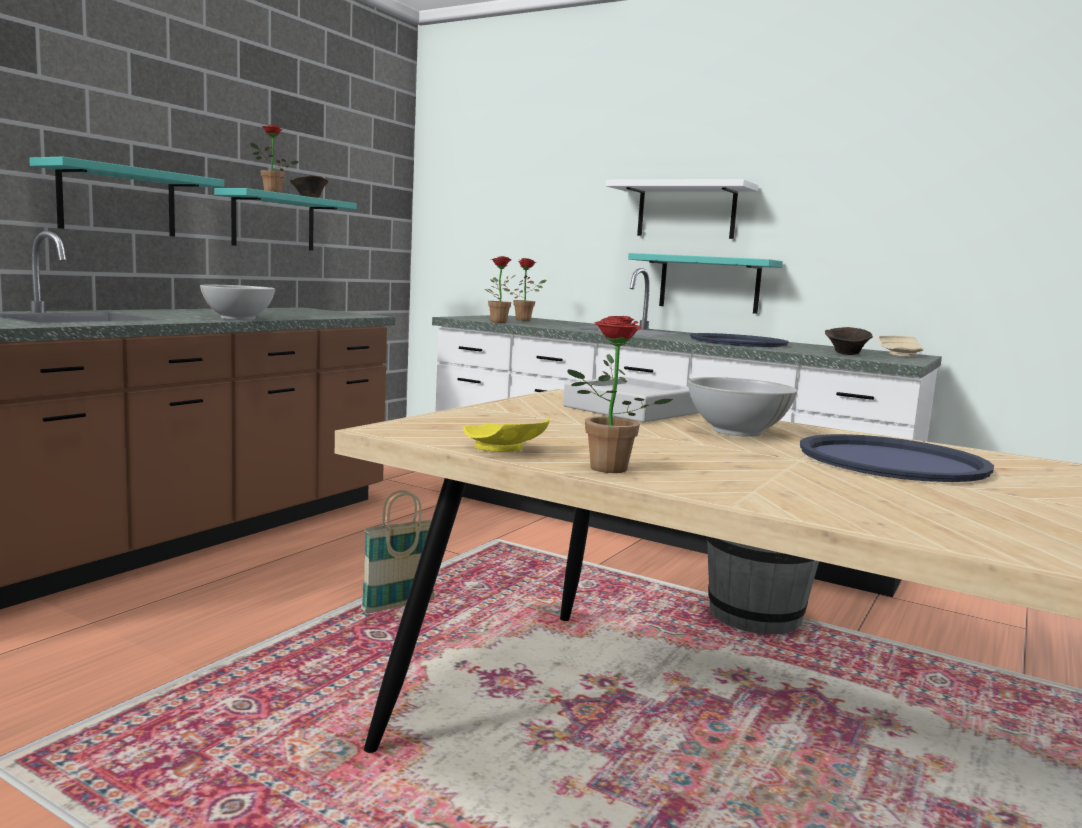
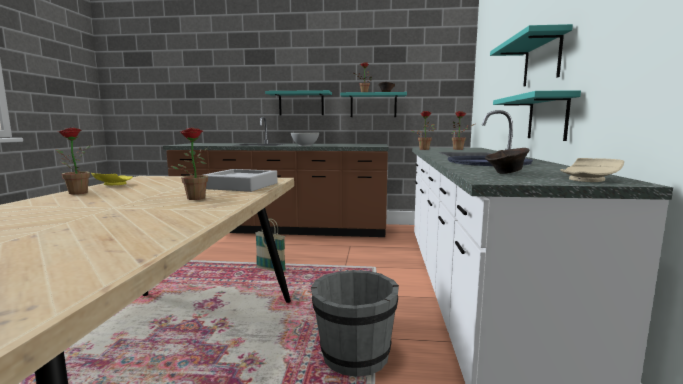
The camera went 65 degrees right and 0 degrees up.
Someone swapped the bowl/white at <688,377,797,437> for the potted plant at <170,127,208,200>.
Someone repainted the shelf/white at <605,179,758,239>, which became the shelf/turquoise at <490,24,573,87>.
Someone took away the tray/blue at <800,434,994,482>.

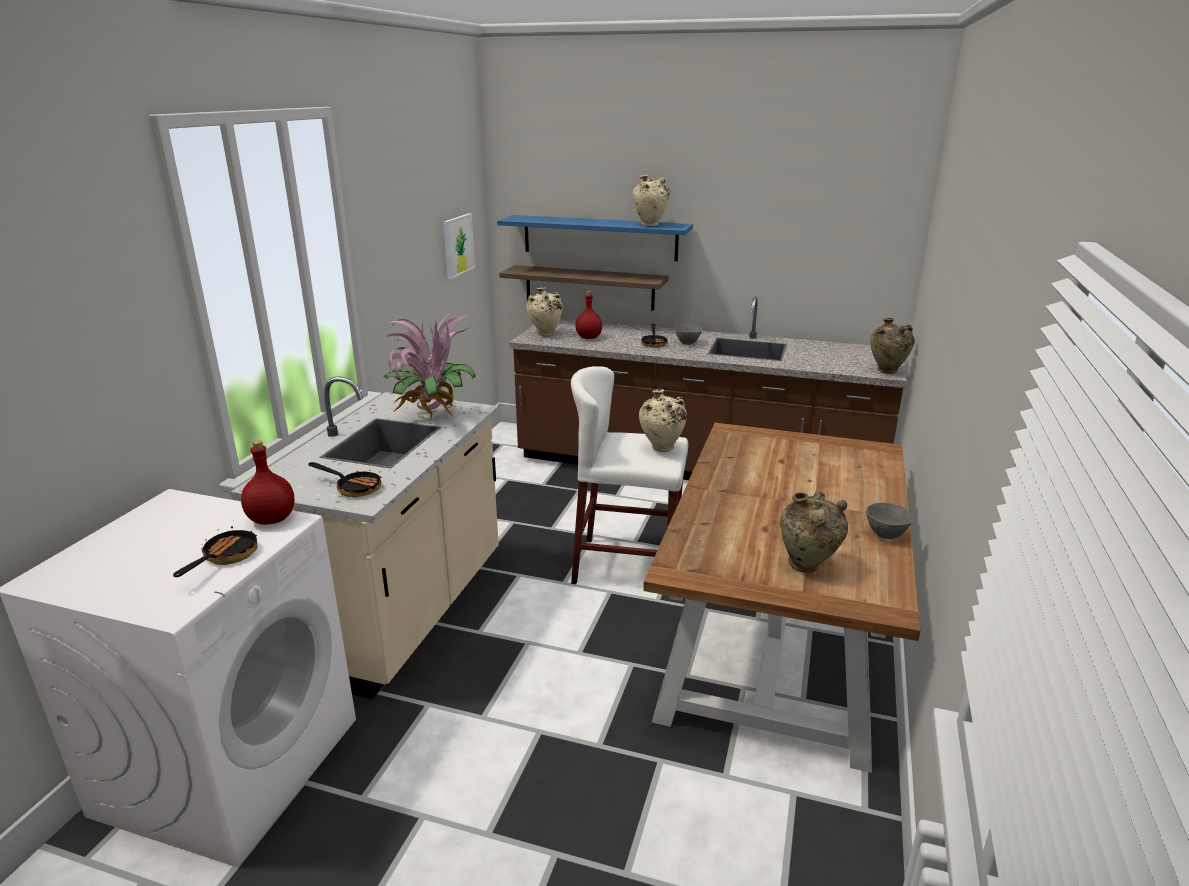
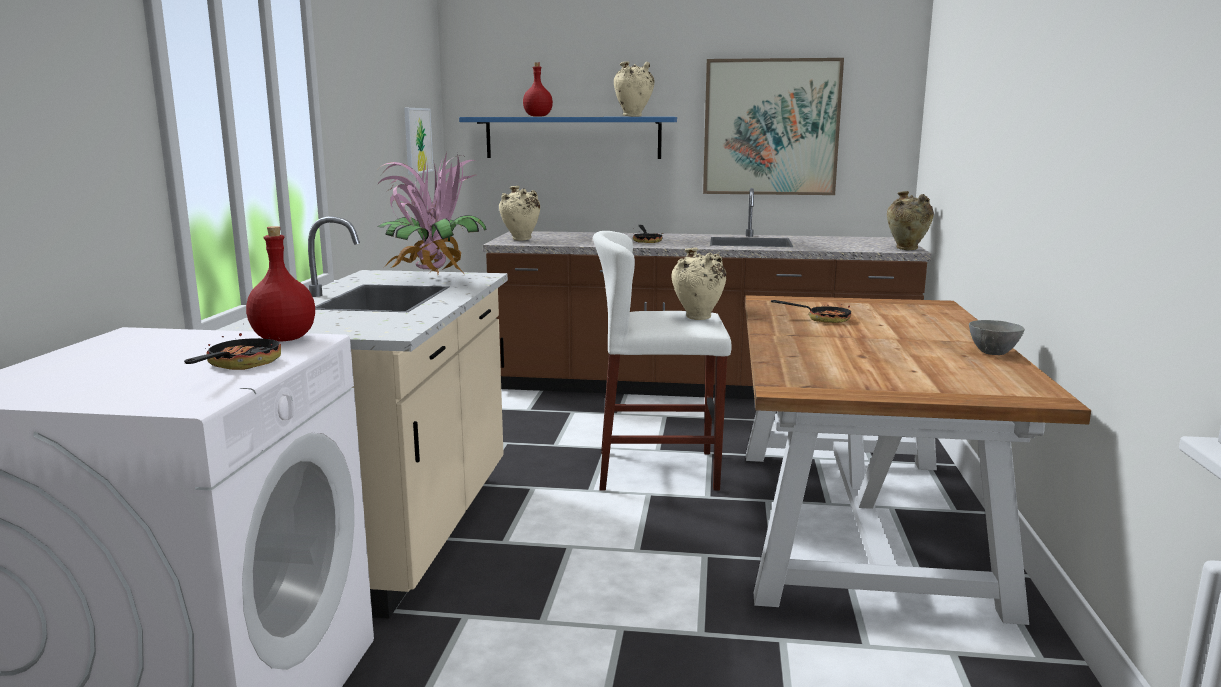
The camera went 10 degrees left and 10 degrees down.
Someone carried the bottle/red from <575,291,602,339> to <523,62,553,117>.
Someone put up the picture at <703,58,844,195>.
Someone carried the frying pan from <308,462,381,497> to <771,300,851,323>.
Someone took away the shelf at <499,265,669,311>.
Someone took away the bowl/grey at <675,324,702,345>.
Someone took away the vase/beige at <780,491,848,573>.

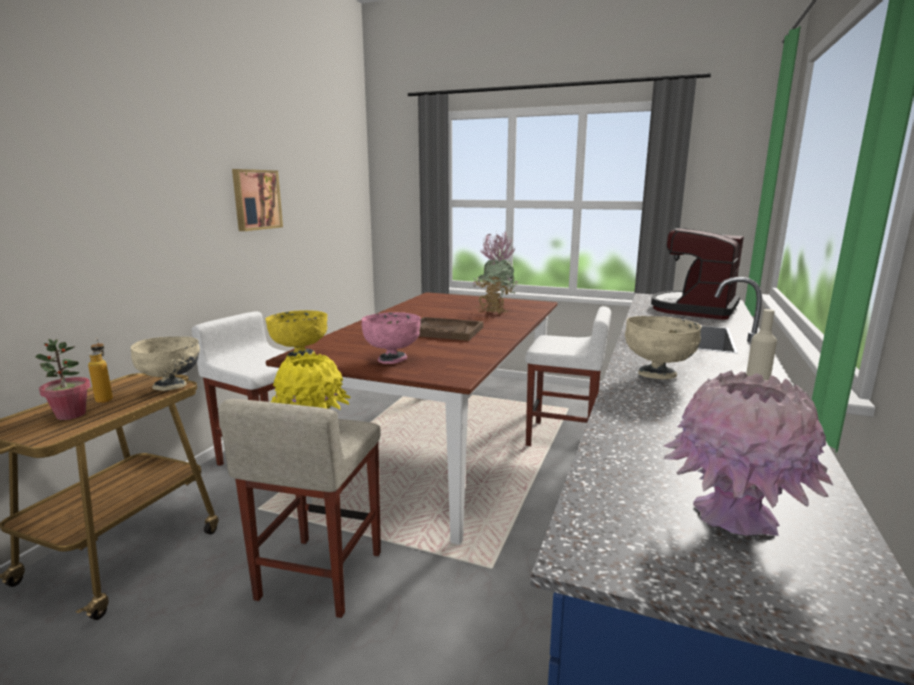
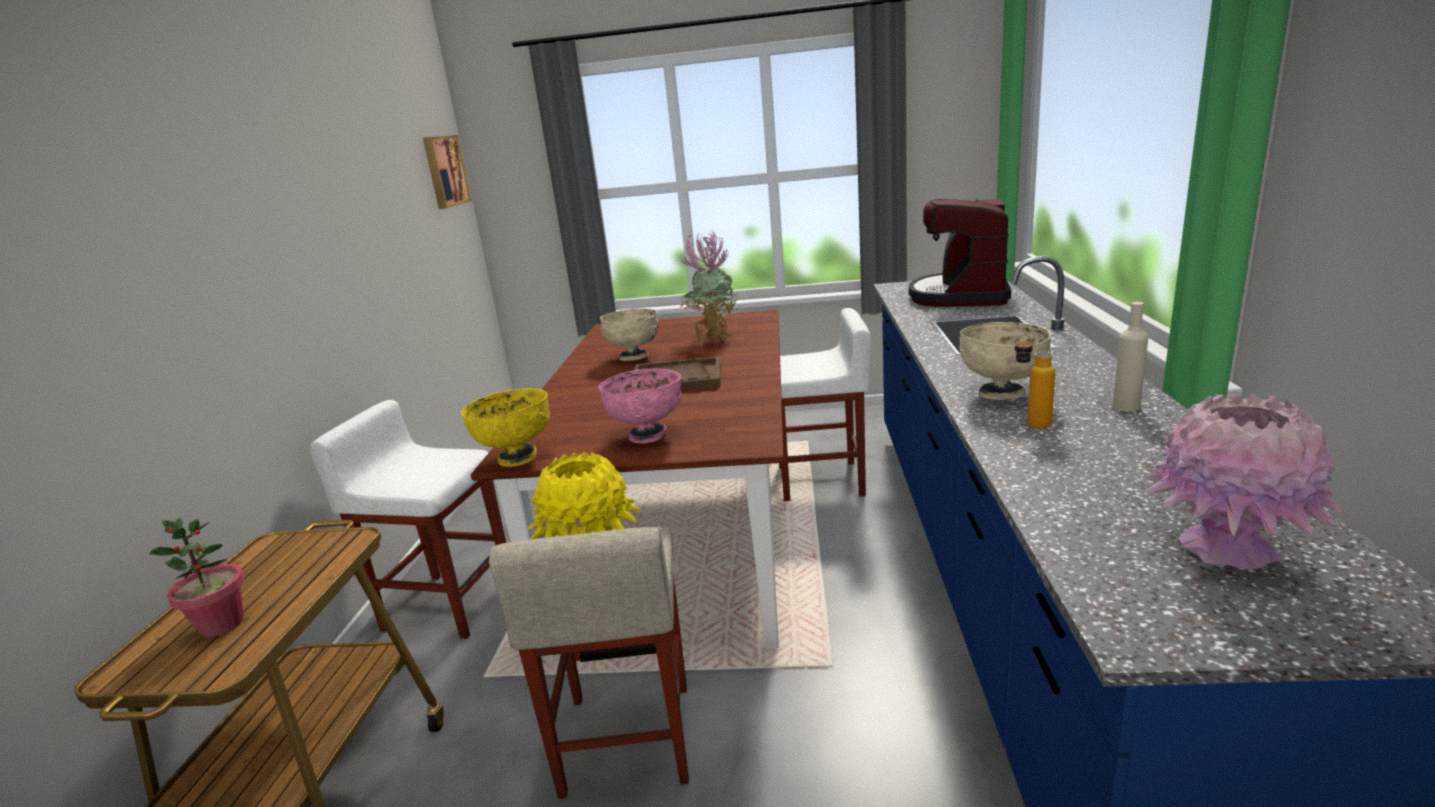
The camera went 15 degrees left and 5 degrees up.
Someone carried the picture from <232,169,283,231> to <423,135,472,209>.
Someone carried the bowl/beige from <130,336,200,391> to <600,309,659,361>.
Someone carried the bottle from <88,338,113,403> to <1015,334,1055,428>.

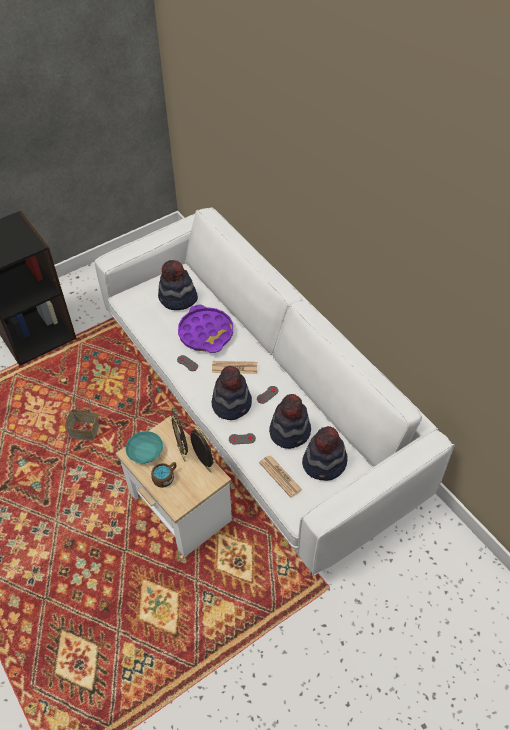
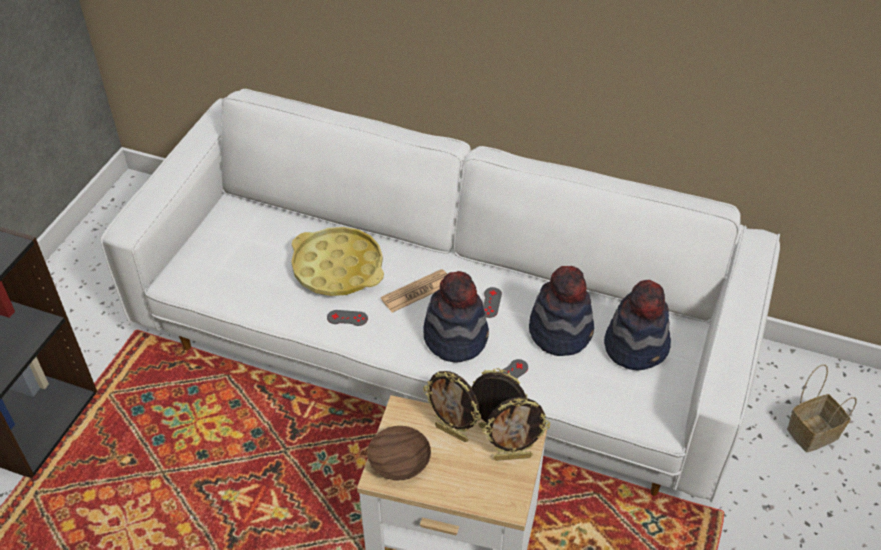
The camera went 35 degrees left and 5 degrees down.
Someone repainted the tray/purple at <178,305,233,353>, which became the tray/yellow at <291,227,384,296>.
Someone repainted the bowl/turquoise at <125,431,163,464>, which became the bowl/brown at <367,426,431,480>.
Someone put down the picture frame at <482,397,550,461>.
Someone carried the basket from <65,390,99,441> to <787,364,857,452>.
Someone took away the mug/brown at <151,462,176,488>.
Someone took away the hat at <158,260,198,310>.
Someone took away the newspaper at <259,455,302,498>.

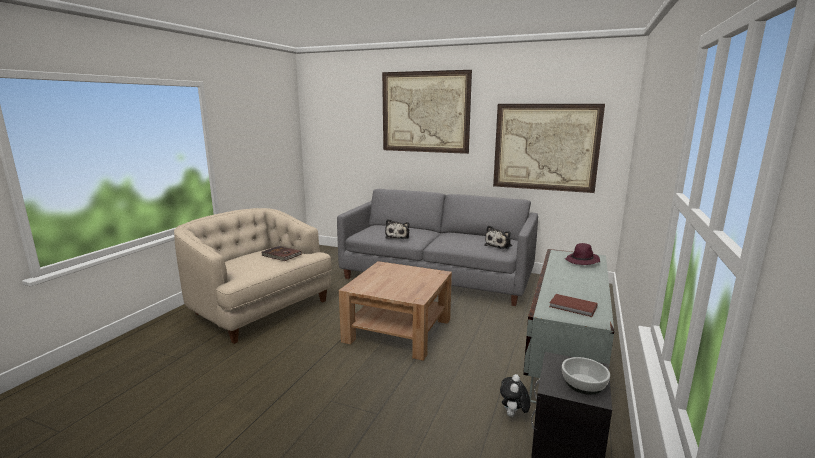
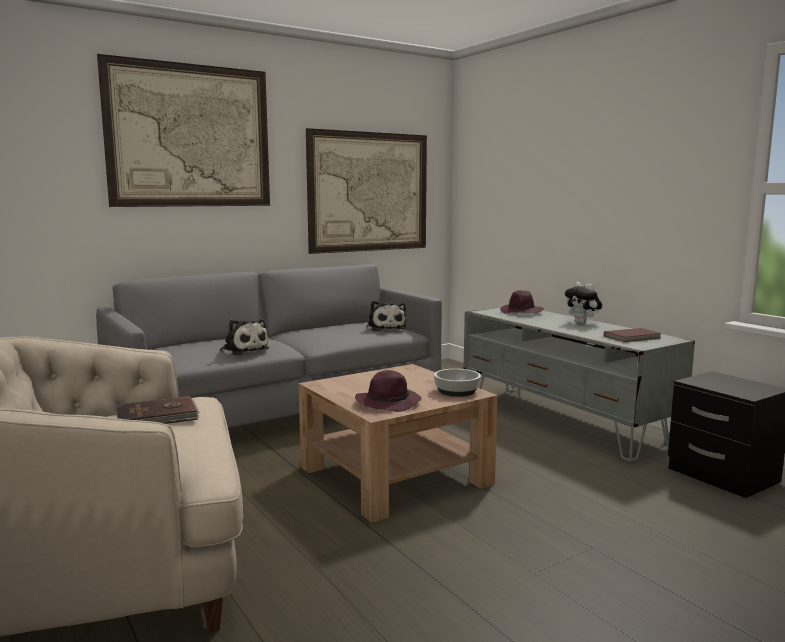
The camera went 55 degrees left and 5 degrees down.
Someone put down the hat/purple at <355,370,421,412>.
Someone carried the bowl from <562,357,610,395> to <434,369,481,397>.
Someone carried the plush toy from <500,374,530,417> to <565,282,602,324>.

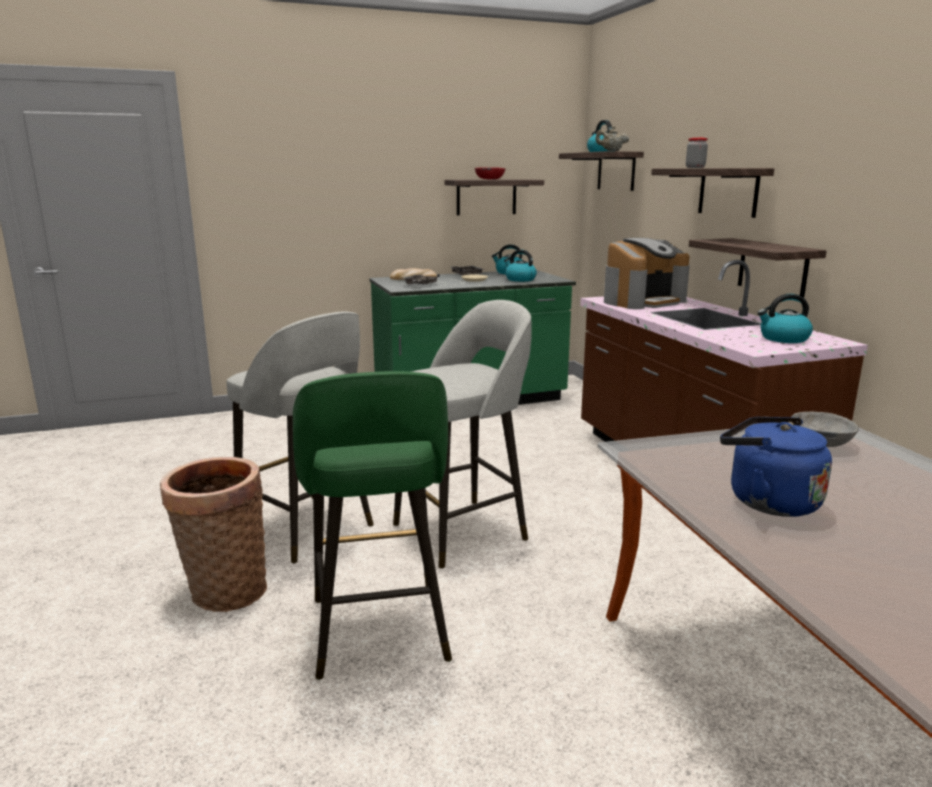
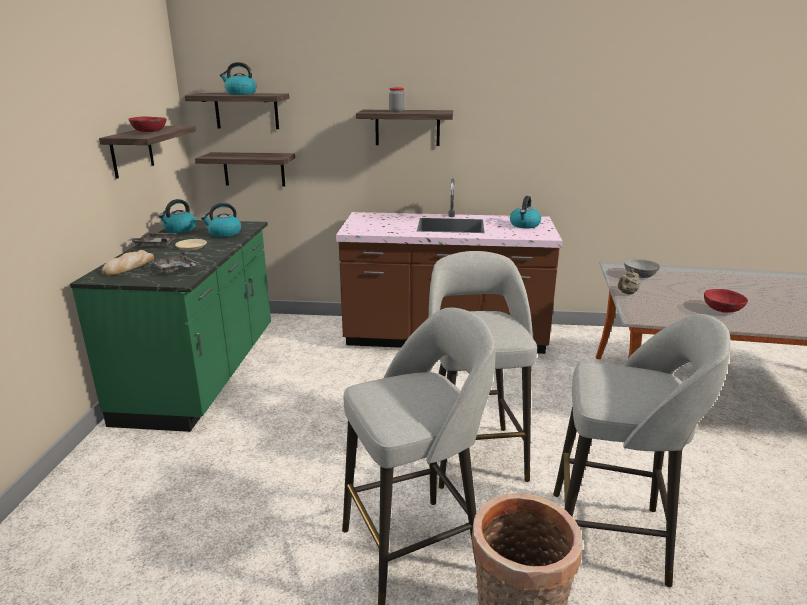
The camera went 65 degrees left and 5 degrees up.
Someone carried the shelf from <689,238,826,298> to <195,152,295,187>.
Someone repainted the stool/green at <293,371,452,680>, which became the stool/grey at <553,314,731,587>.
Someone carried the teapot/beige from <595,126,629,151> to <618,269,640,295>.
Someone swapped the kettle/blue at <720,417,832,517> for the bowl/red at <704,289,748,313>.
Someone took away the coffee machine at <604,238,690,309>.

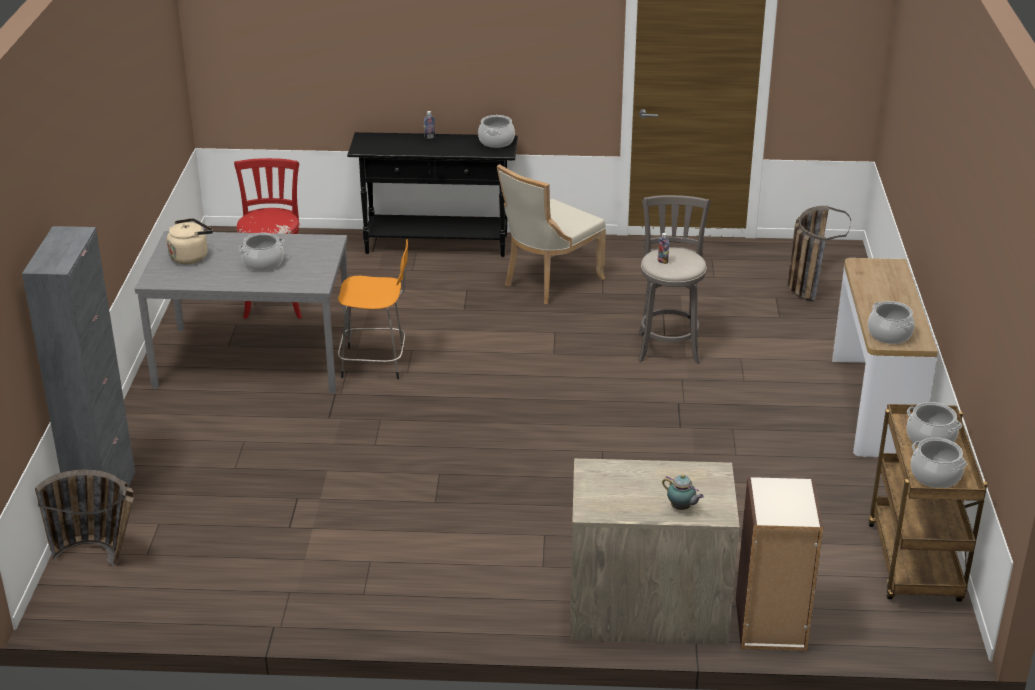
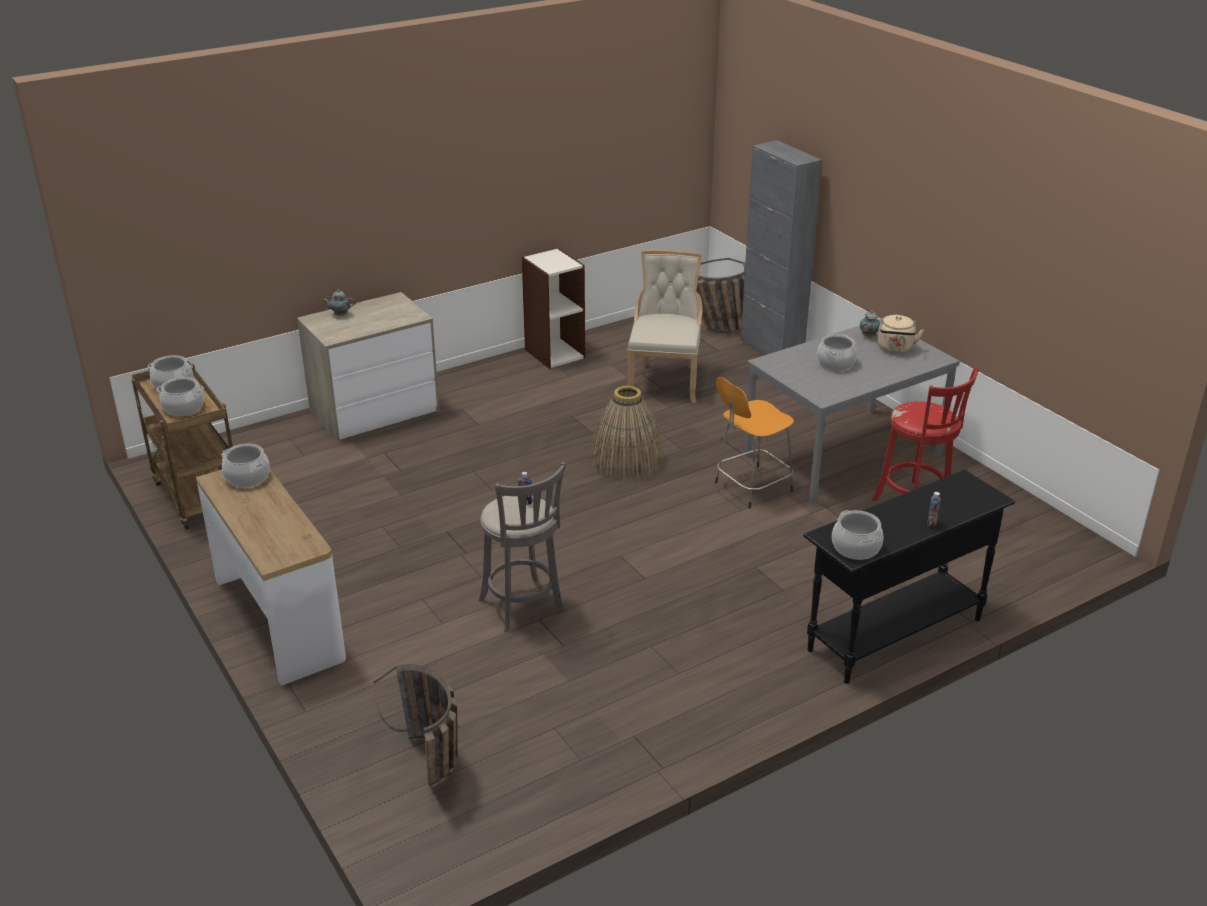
The camera went 145 degrees right and 0 degrees up.
Someone carried the bookcase from <736,477,823,651> to <522,248,585,369>.
Someone put down the basket at <590,386,664,481>.
Someone carried the chair/beige from <497,164,606,304> to <628,250,703,403>.
Someone put down the teapot at <860,310,880,338>.

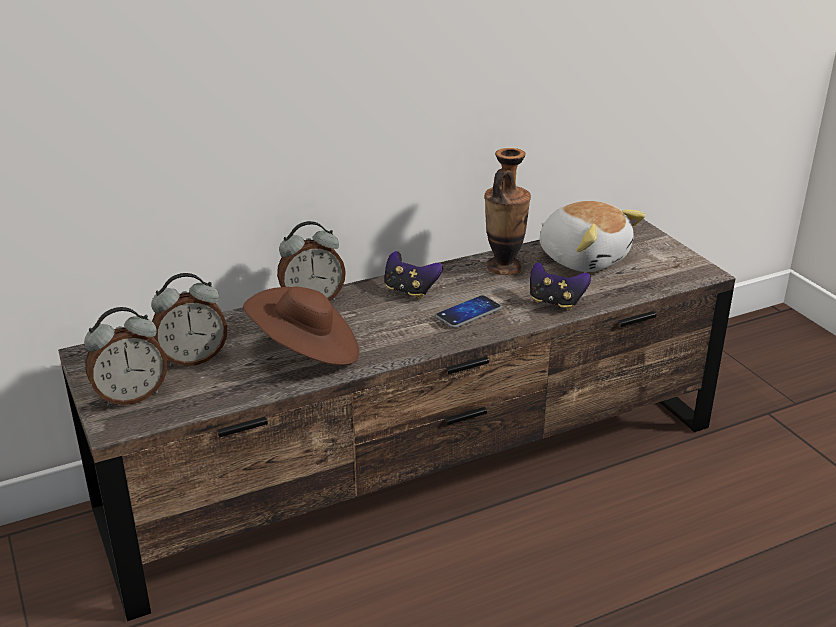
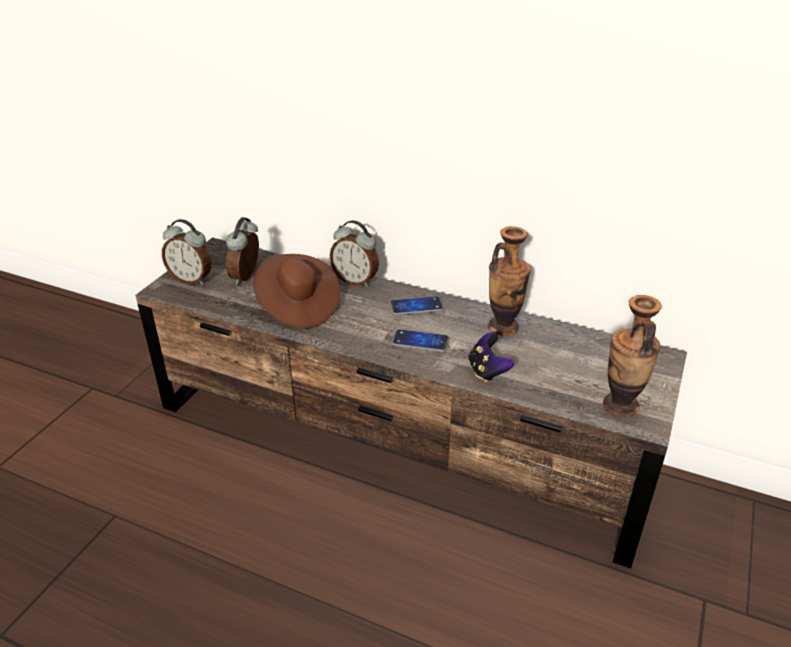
The camera went 50 degrees right and 5 degrees up.
Someone rotated the alarm clock at <151,273,227,367> by 75 degrees clockwise.
Someone swapped the game controller at <384,251,443,299> for the phone at <390,296,444,315>.
Someone put down the vase at <603,295,662,418>.
Someone took away the plush toy at <540,201,646,272>.

